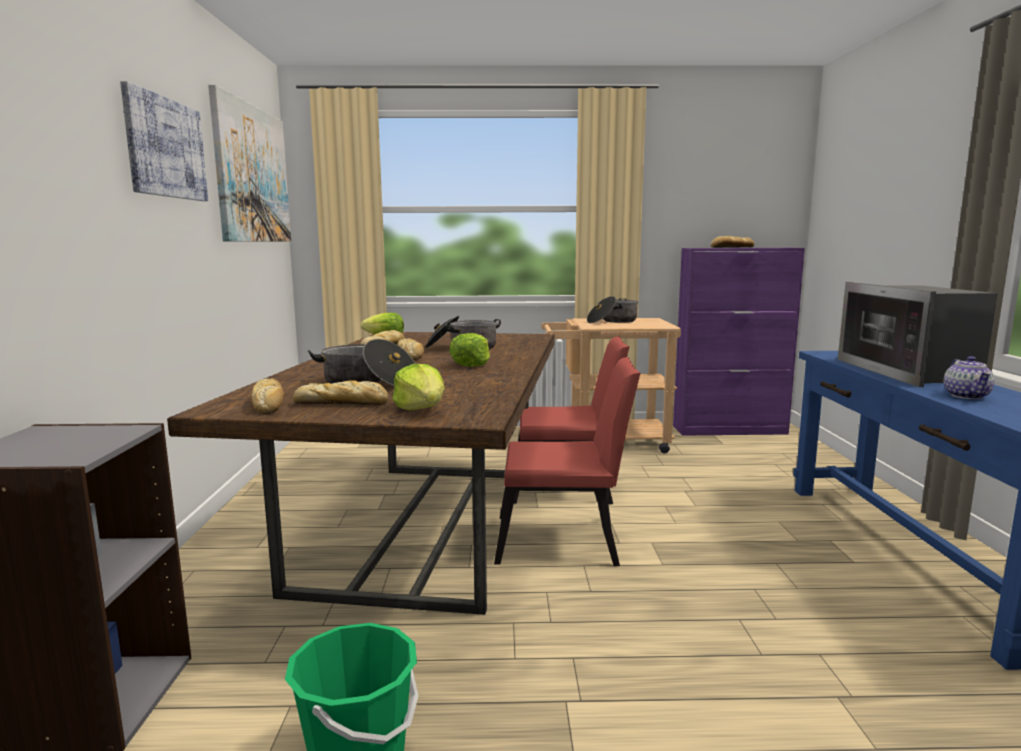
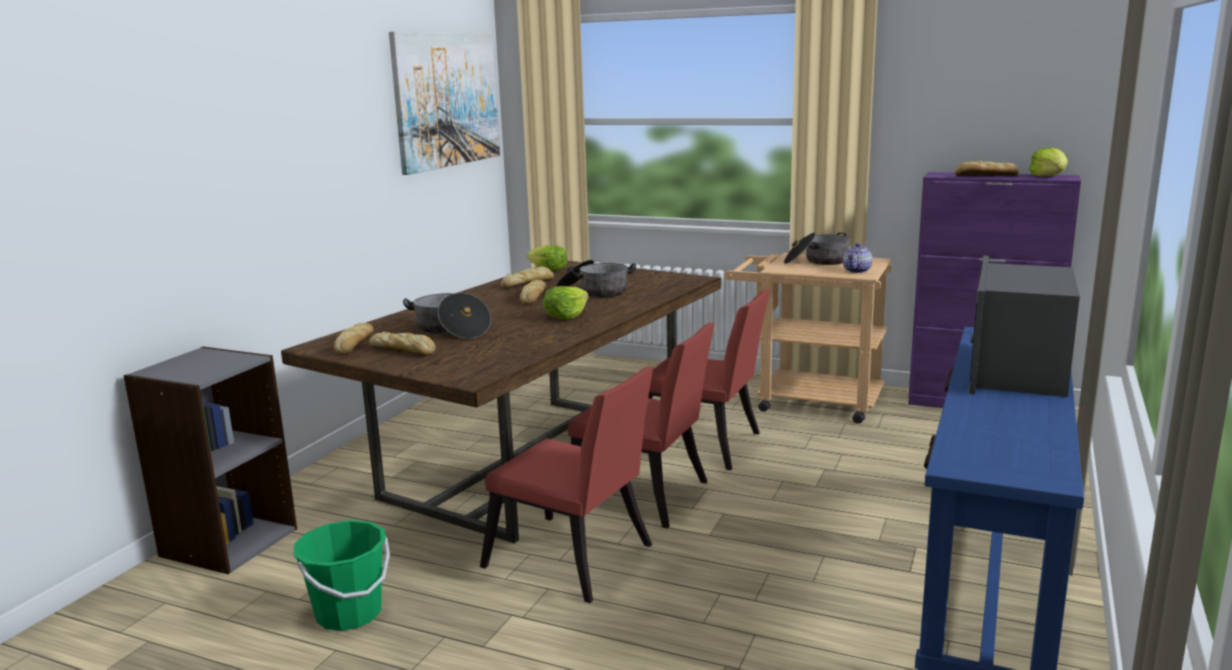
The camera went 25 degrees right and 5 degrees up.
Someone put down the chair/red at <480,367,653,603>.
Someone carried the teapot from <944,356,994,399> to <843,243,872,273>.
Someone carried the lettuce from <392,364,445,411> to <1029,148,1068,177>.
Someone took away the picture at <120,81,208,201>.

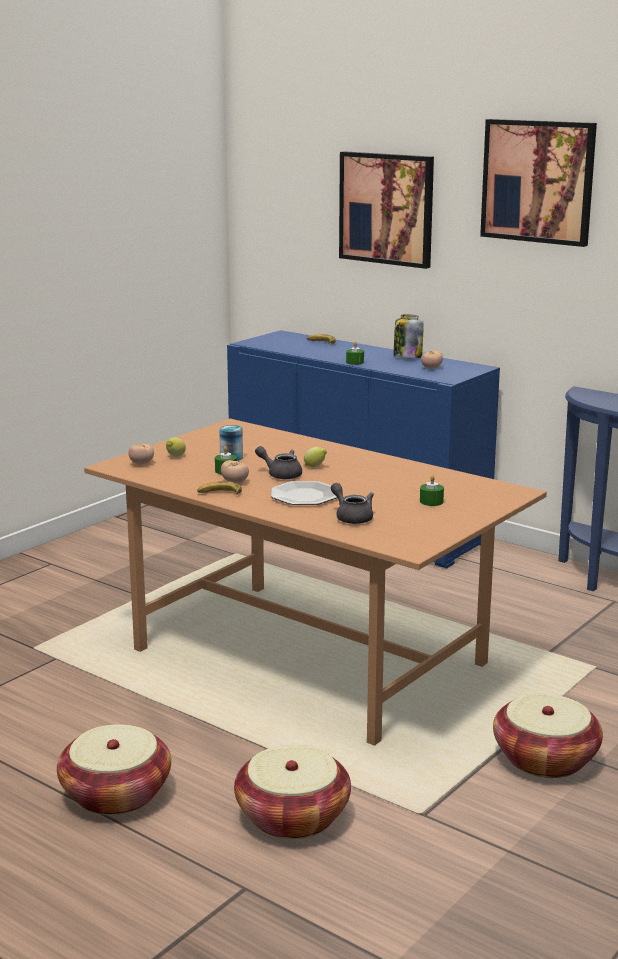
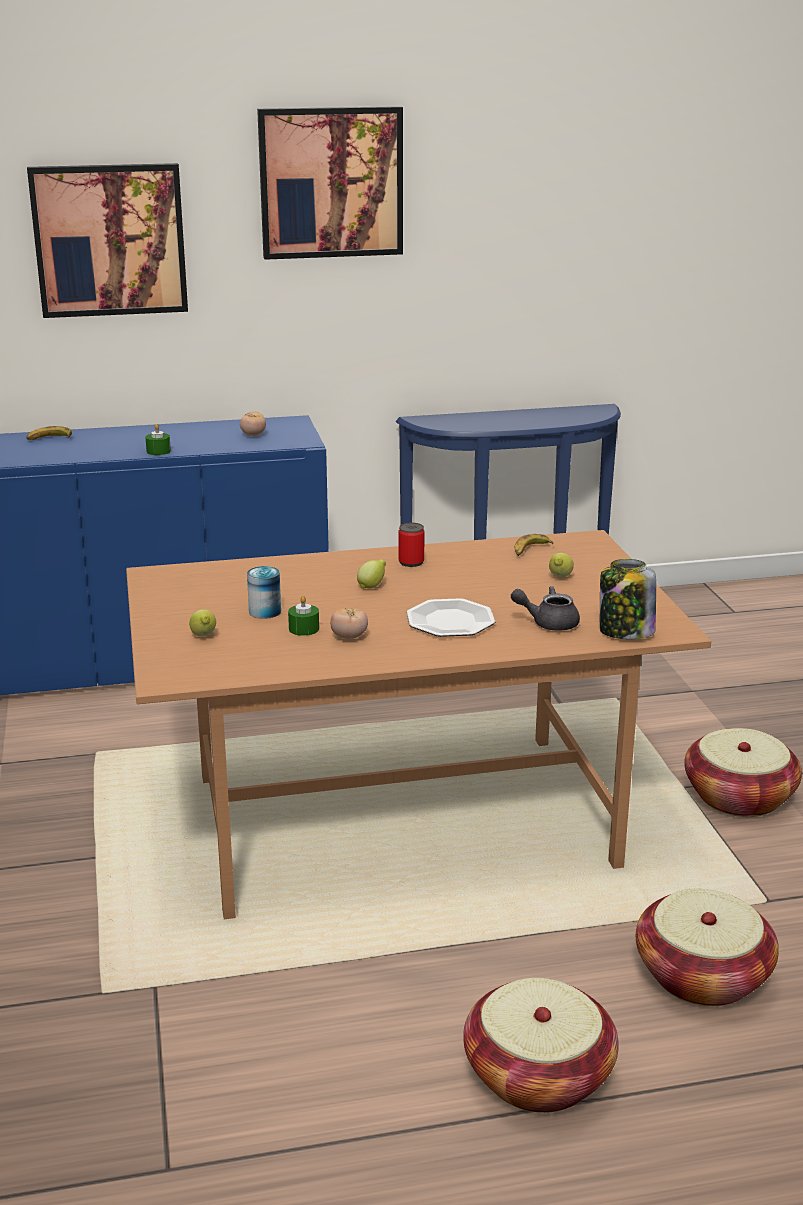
The camera went 50 degrees left and 5 degrees up.
Someone put down the can at <399,523,424,567>.
Someone carried the banana from <197,481,242,495> to <515,534,553,556>.
Someone swapped the candle/green at <420,475,444,506> for the lemon at <549,553,574,578>.
Someone carried the jar from <394,314,424,358> to <600,559,656,639>.
Someone took away the tomato at <129,443,154,465>.
Someone took away the teapot/grey at <255,446,302,479>.

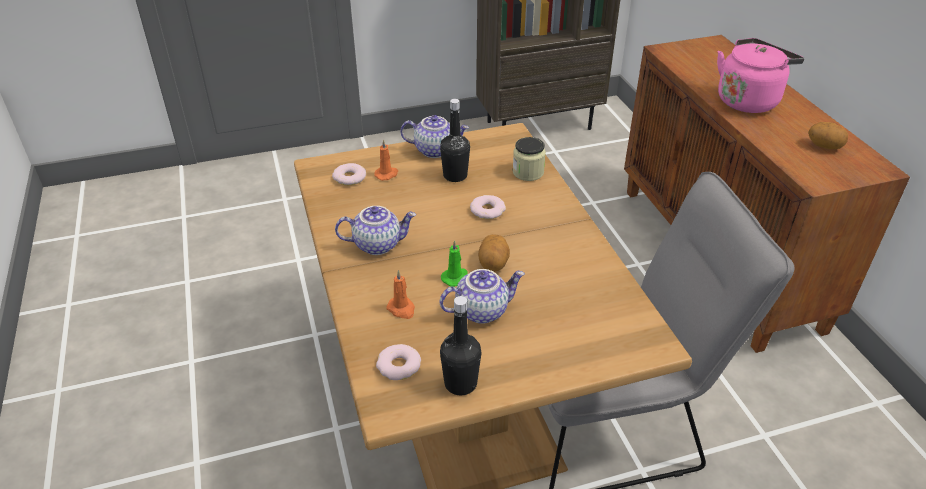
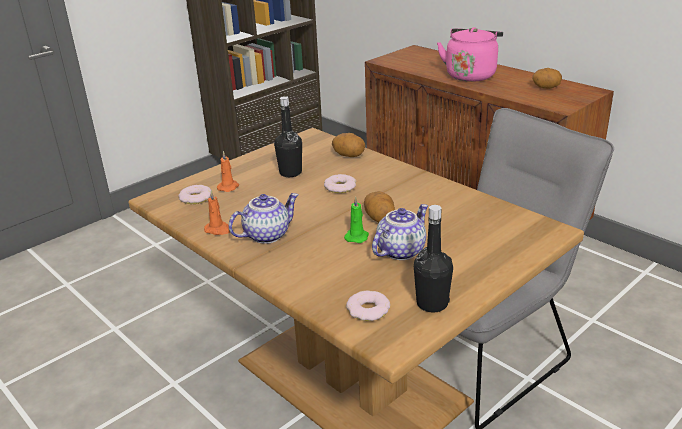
The camera went 25 degrees left and 10 degrees down.
Someone carried the candle/orange from <386,270,415,319> to <204,190,230,235>.
Someone swapped the jar at <513,137,546,181> for the potato at <332,133,365,157>.
Someone took away the teapot at <400,115,469,158>.

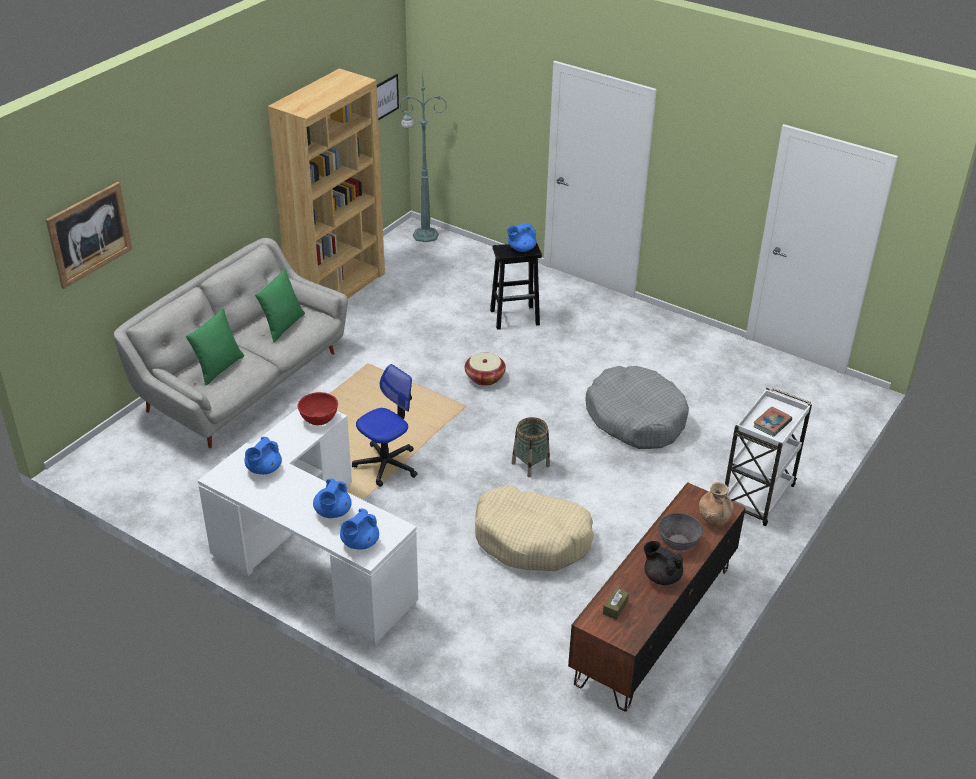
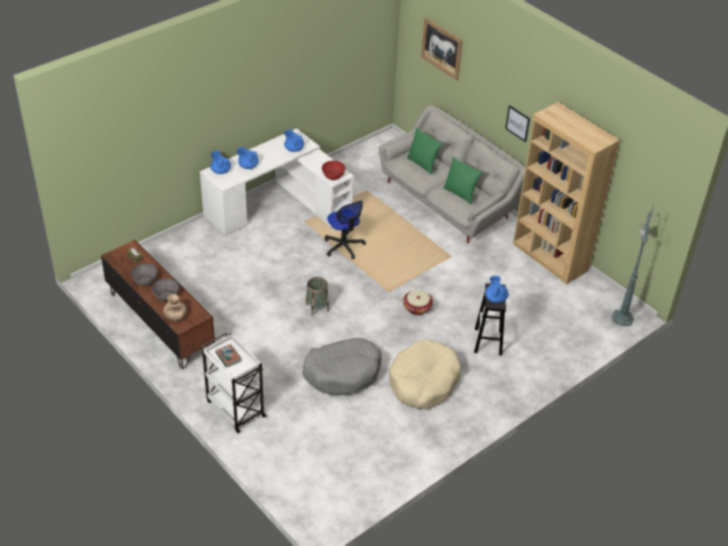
The camera went 105 degrees right and 5 degrees up.
Someone swapped the teapot/black at <643,541,683,585> for the bowl/grey at <131,264,158,286>.
Someone carried the dog bed/beige from <475,486,594,571> to <389,339,461,409>.
Someone carried the picture from <377,74,399,120> to <505,105,530,142>.

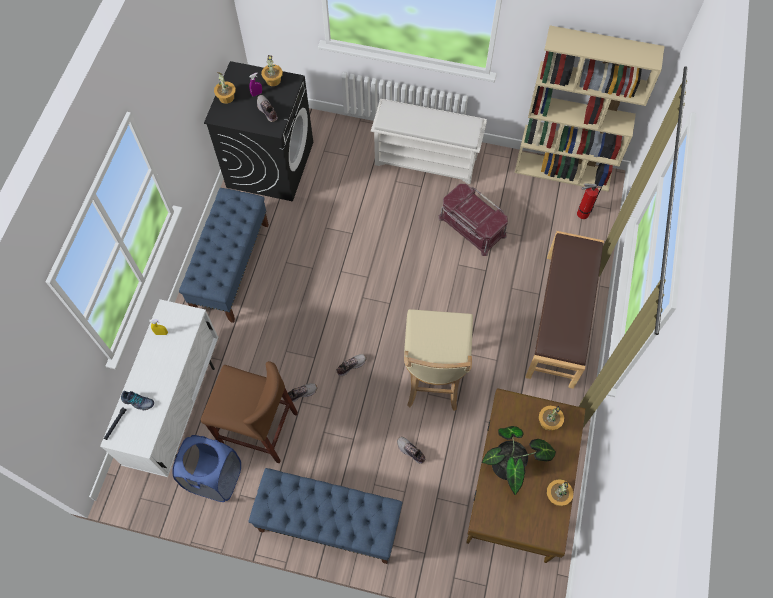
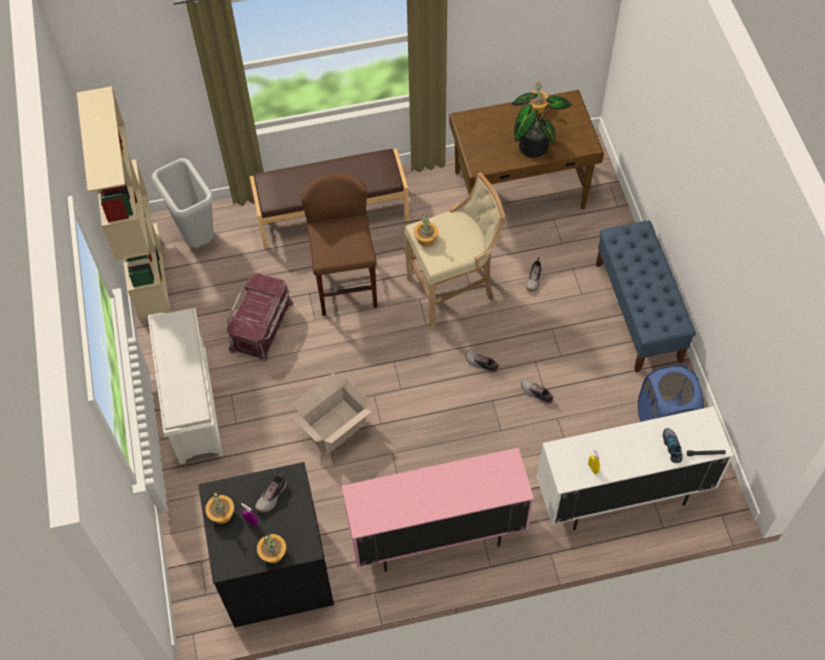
The camera went 115 degrees left and 5 degrees down.
Someone swapped the fire extinguisher at <577,183,602,219> for the trash can/grey at <152,158,214,247>.
Someone put down the cardboard box at <293,373,372,454>.
Someone carried the stool/brown from <201,361,298,463> to <301,173,377,316>.
Someone swapped the bench/blue at <179,188,269,323> for the cabinet/pink at <342,448,534,572>.
Someone carried the potted plant from <539,405,564,431> to <414,214,438,246>.

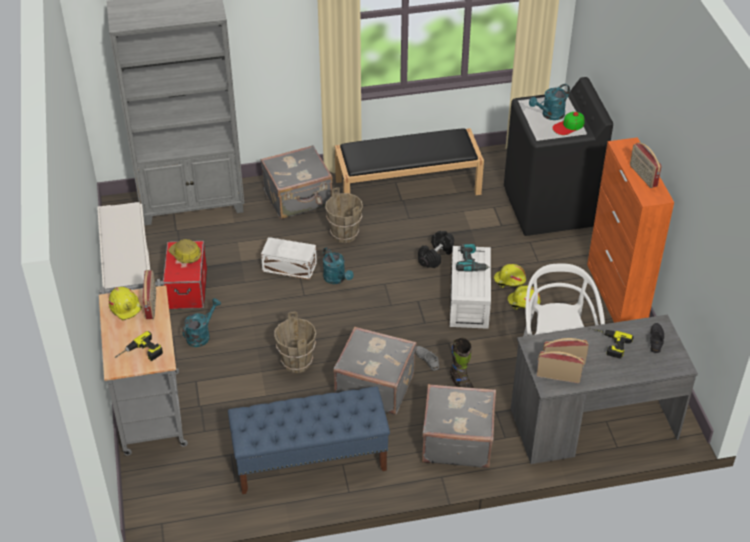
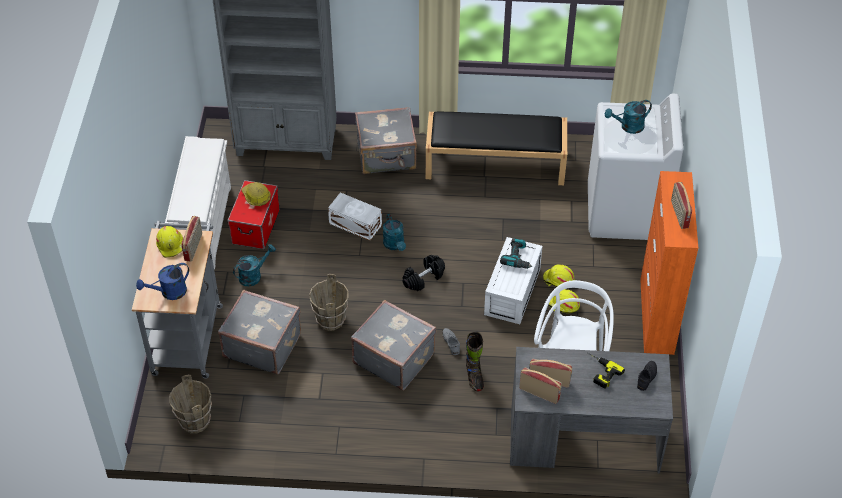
The camera went 15 degrees right and 5 degrees up.
Someone swapped the power drill at <115,331,163,361> for the watering can/blue at <136,263,189,300>.
Someone carried the bucket/brown from <325,187,363,243> to <169,375,212,433>.
Someone carried the suitcase/grey from <422,384,496,468> to <218,290,301,374>.
Someone carried the dumbbell/black from <418,231,454,268> to <403,255,445,291>.
Someone repainted the washing machine/black at <504,77,613,236>, which became the washing machine/white at <588,94,683,240>.
Someone took away the bench/blue at <228,386,390,494>.
Someone took away the cap at <553,112,585,135>.

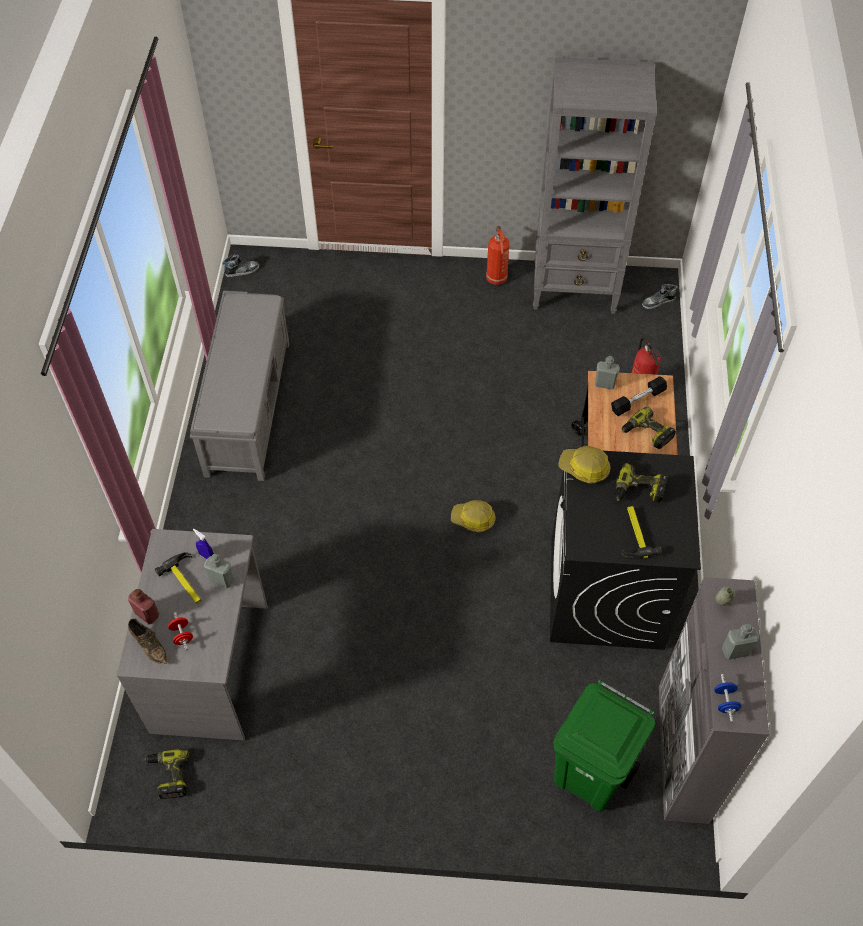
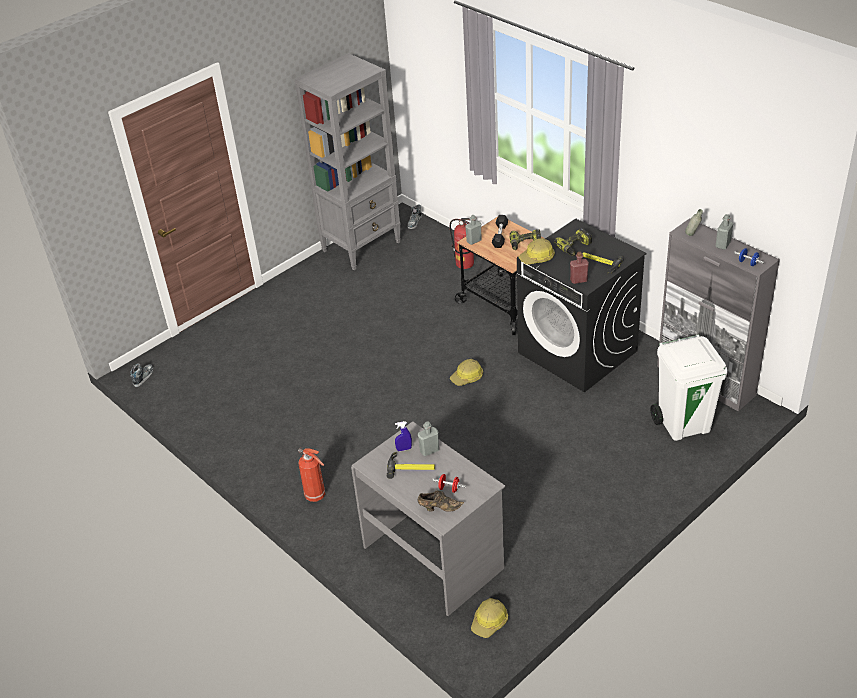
The camera went 45 degrees left and 15 degrees down.
Someone carried the fire extinguisher from <486,226,510,285> to <298,448,326,502>.
Someone swapped the power drill at <145,749,190,799> for the hard hat at <471,598,508,638>.
Someone carried the bottle/red from <128,589,159,624> to <570,252,589,284>.
Someone repainted the trash can/green at <553,680,655,811>, which became the trash can/white at <651,335,728,441>.
Someone took away the bench/grey at <190,291,289,481>.

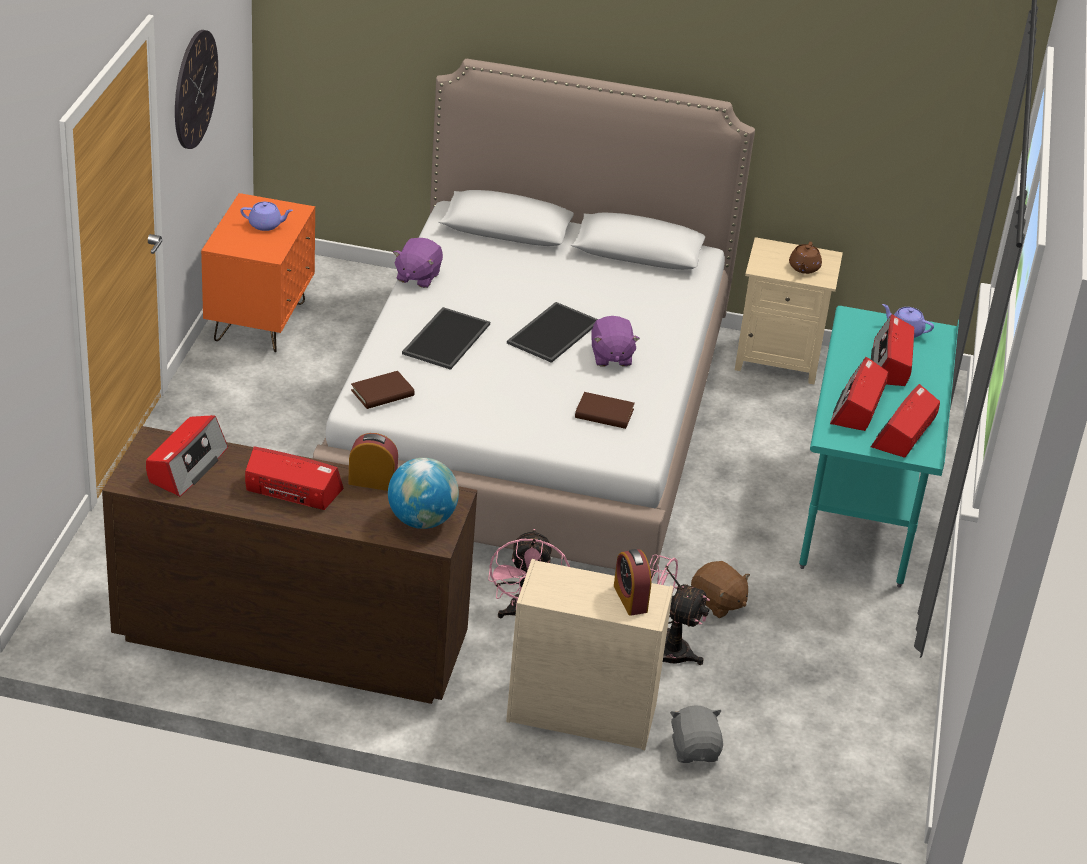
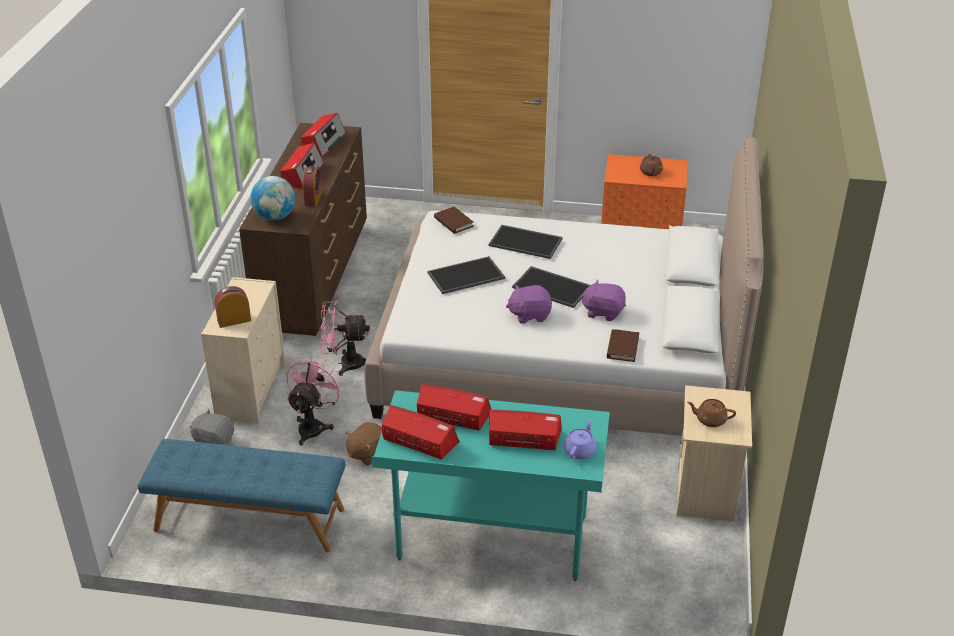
The camera went 90 degrees right and 0 degrees up.
Someone put down the bench/blue at <138,439,345,552>.
Someone rotated the plush toy/grey at <670,705,723,763> by 150 degrees counterclockwise.
Someone rotated the radio at <146,415,228,497> by 90 degrees counterclockwise.
Someone put down the tray at <427,256,505,294>.
Someone carried the plush toy/purple from <393,238,443,288> to <580,280,626,321>.
Someone carried the book/brown from <575,392,635,429> to <607,329,639,362>.
Someone repainted the teapot/purple at <240,202,293,231>, which became the teapot/brown at <640,154,663,176>.
Someone took away the wall clock at <175,30,218,149>.

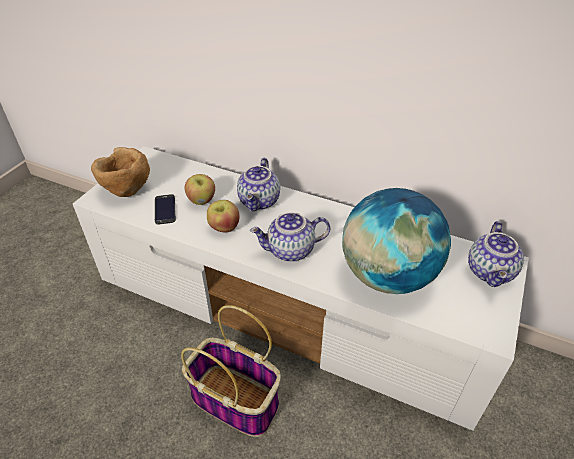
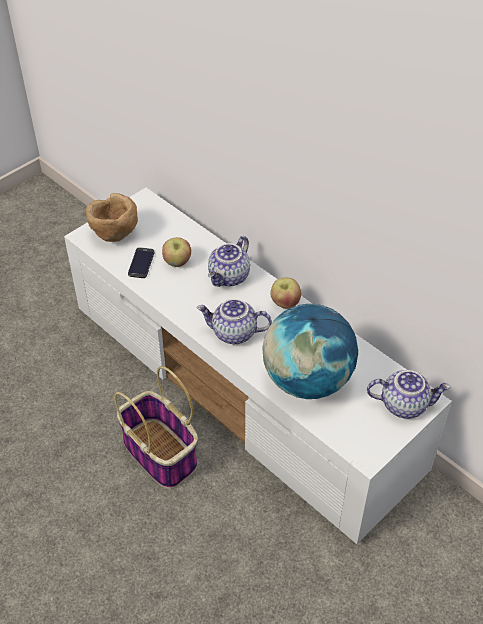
The camera went 20 degrees right and 5 degrees up.
Someone carried the apple from <207,200,239,232> to <270,277,301,309>.
Someone rotated the teapot at <468,221,524,287> by 120 degrees counterclockwise.

